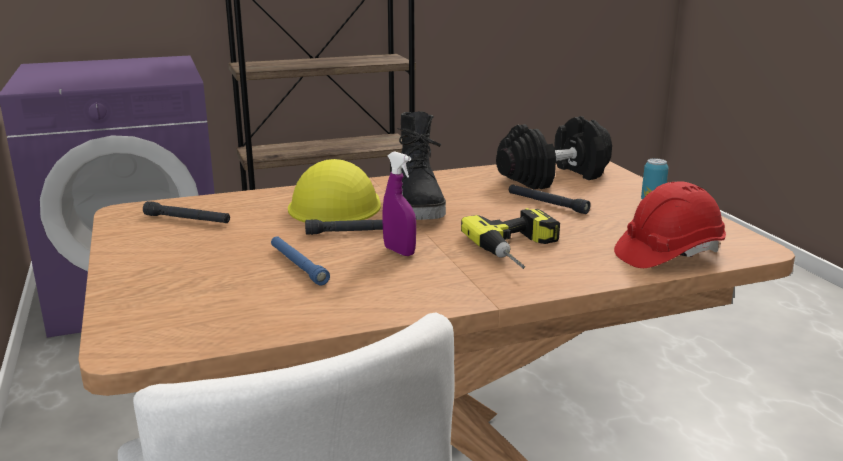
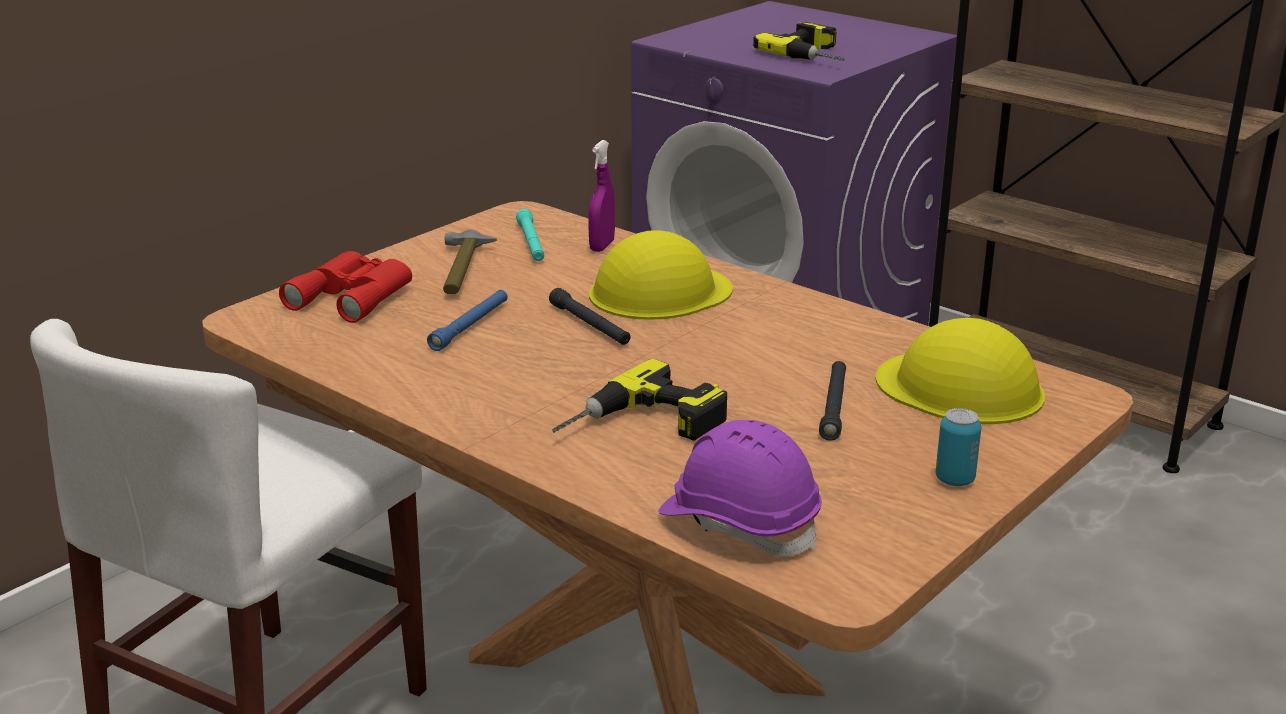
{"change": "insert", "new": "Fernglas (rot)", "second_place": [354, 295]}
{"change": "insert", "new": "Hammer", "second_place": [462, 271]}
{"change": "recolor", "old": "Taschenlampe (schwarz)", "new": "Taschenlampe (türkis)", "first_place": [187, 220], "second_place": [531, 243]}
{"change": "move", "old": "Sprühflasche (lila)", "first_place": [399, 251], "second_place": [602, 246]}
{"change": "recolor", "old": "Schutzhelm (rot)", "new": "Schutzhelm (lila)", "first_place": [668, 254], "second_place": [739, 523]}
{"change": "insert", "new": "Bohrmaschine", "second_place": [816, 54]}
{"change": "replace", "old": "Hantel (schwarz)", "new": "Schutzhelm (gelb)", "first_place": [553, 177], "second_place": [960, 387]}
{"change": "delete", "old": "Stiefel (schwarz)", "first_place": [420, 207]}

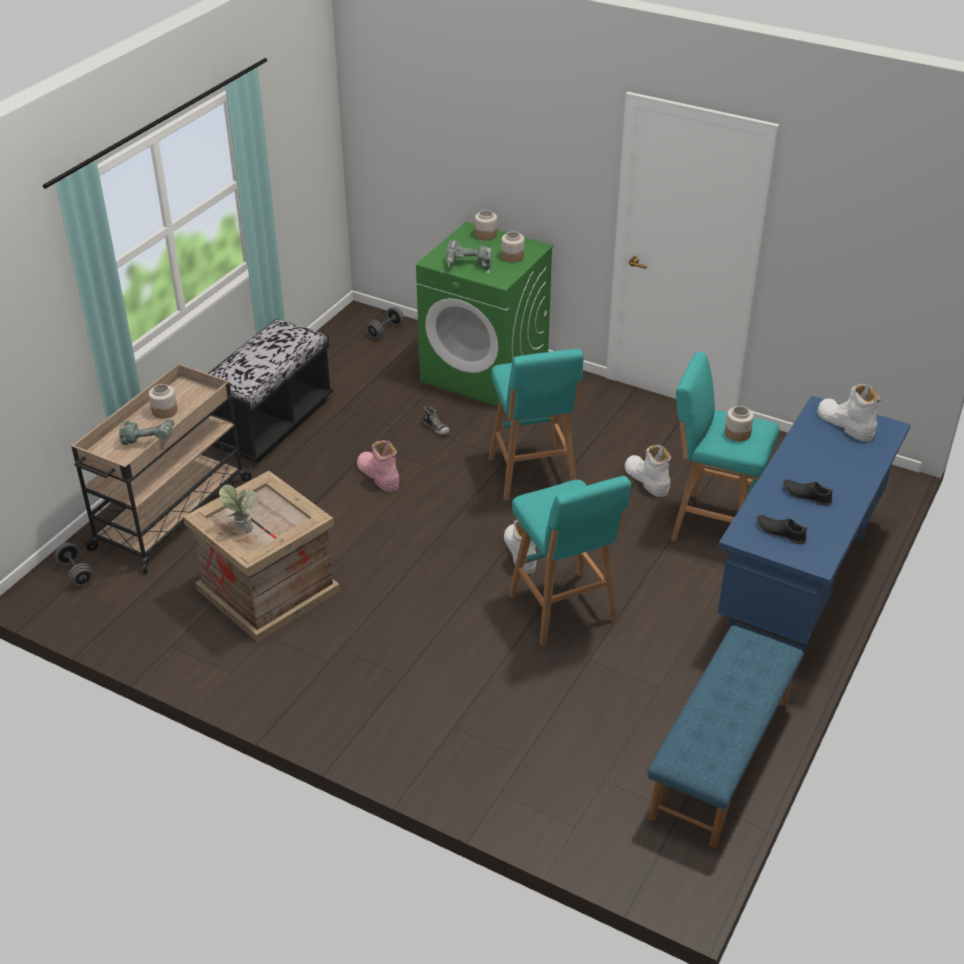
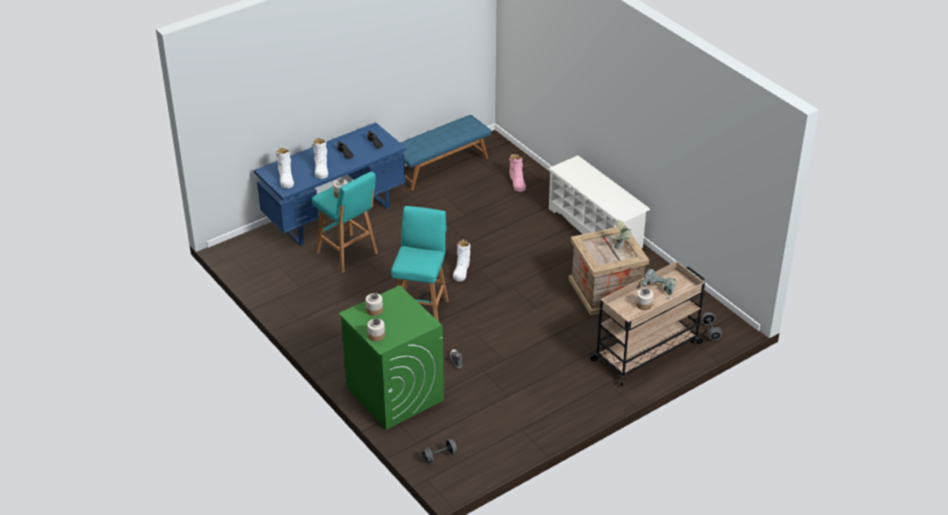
{"change": "move", "old": "Stiefel (weiß)", "first_place": [646, 480], "second_place": [321, 168]}
{"change": "move", "old": "Stiefel (rosa)", "first_place": [378, 476], "second_place": [517, 182]}
{"change": "insert", "new": "Schuhregal (weiß)", "second_place": [595, 228]}
{"change": "delete", "old": "Bank (schwarz)", "first_place": [270, 423]}
{"change": "delete", "old": "Bohrmaschine", "first_place": [468, 266]}
{"change": "delete", "old": "Hocker (türkis)", "first_place": [563, 610]}

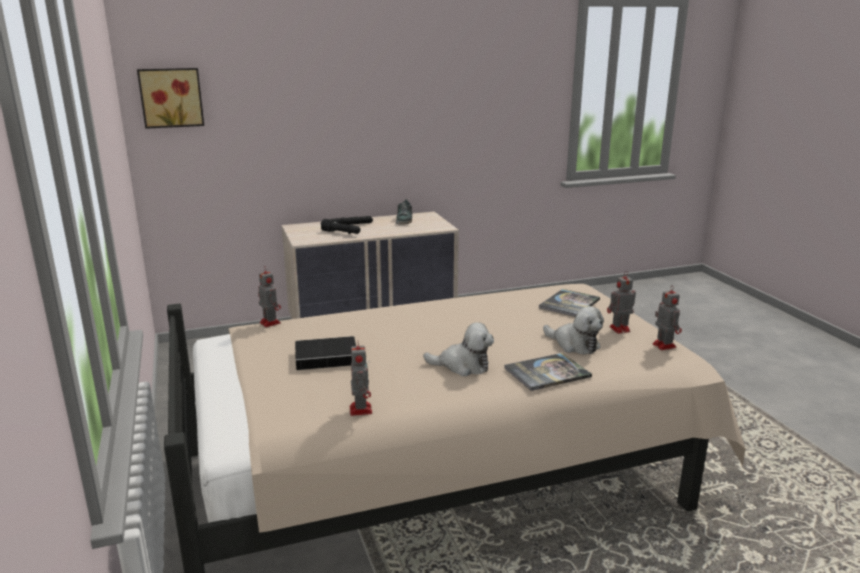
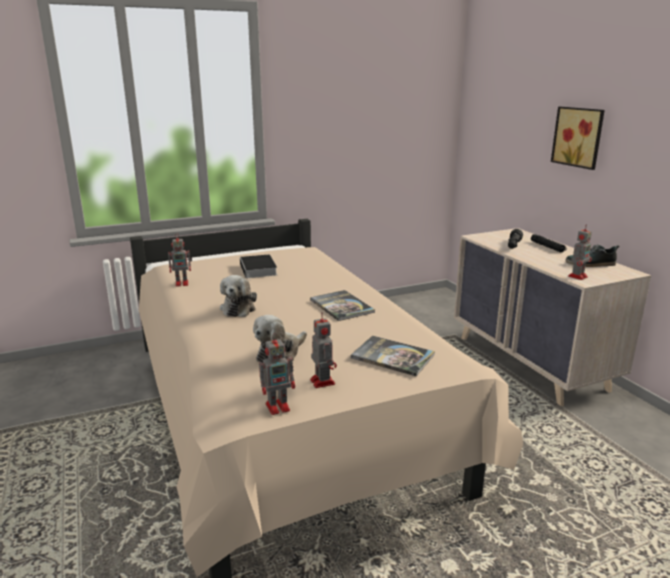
{"change": "move", "old": "Buch", "first_place": [547, 373], "second_place": [341, 306]}
{"change": "move", "old": "Bild", "first_place": [171, 97], "second_place": [579, 137]}
{"change": "move", "old": "Spielzeugroboter", "first_place": [269, 322], "second_place": [578, 276]}

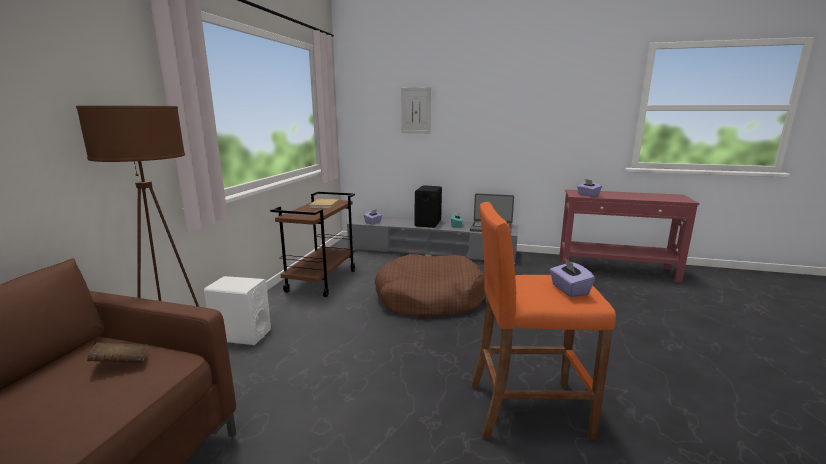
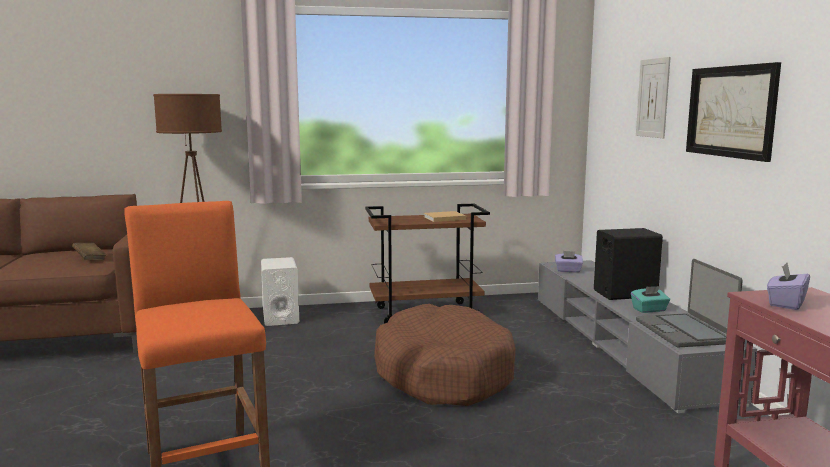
{"change": "insert", "new": "Bild", "second_place": [730, 111]}
{"change": "delete", "old": "Taschentuchbox (lila)", "first_place": [569, 290]}

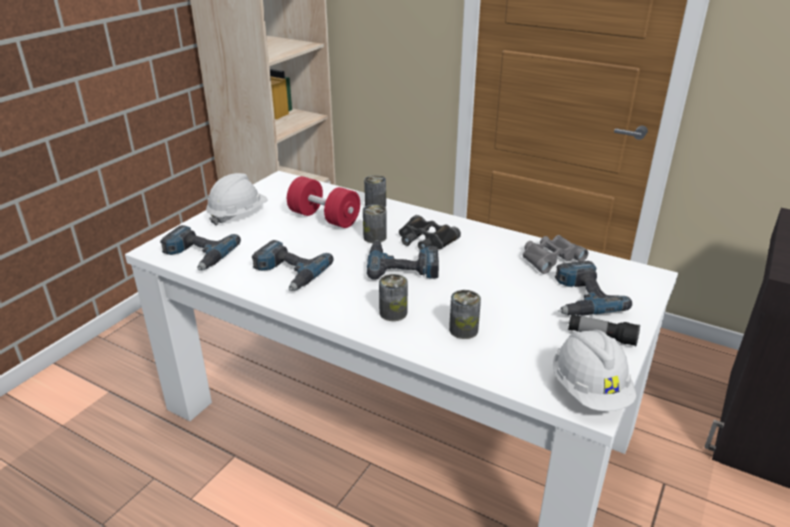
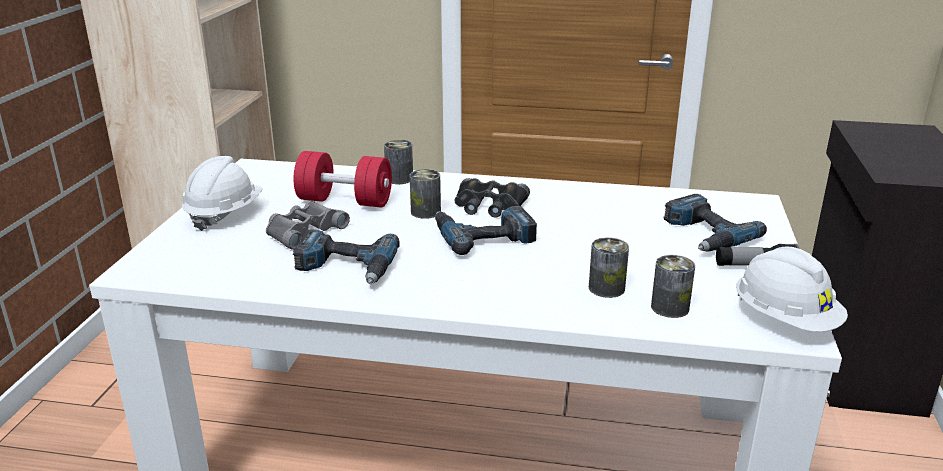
{"change": "move", "old": "Fernglas (grau)", "first_place": [550, 258], "second_place": [303, 231]}
{"change": "move", "old": "Dose", "first_place": [393, 312], "second_place": [670, 307]}
{"change": "delete", "old": "Bohrmaschine", "first_place": [197, 255]}

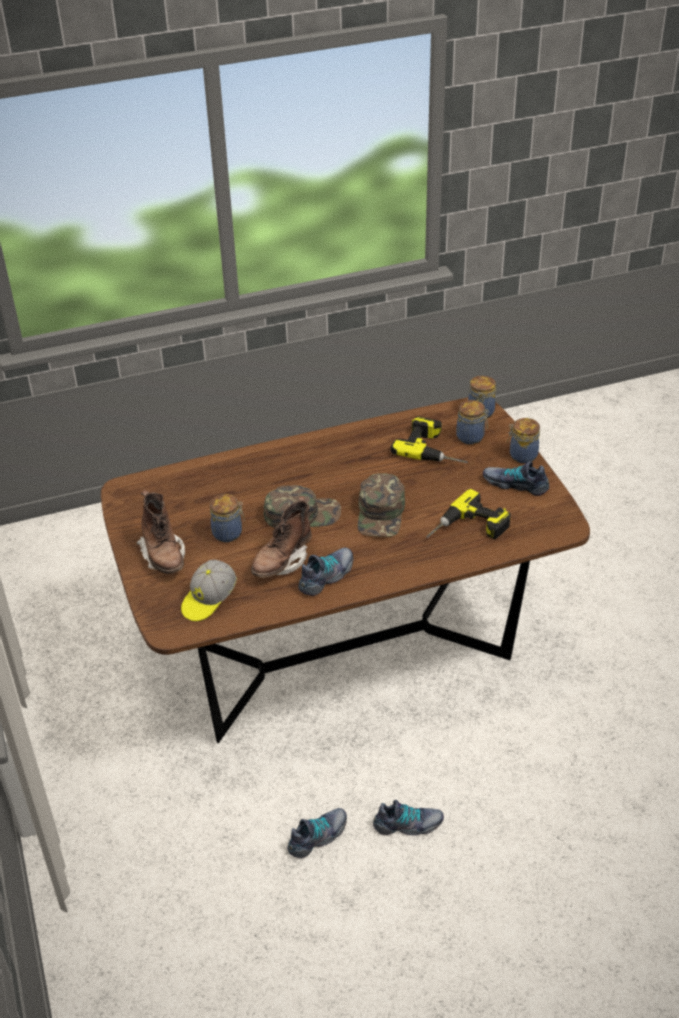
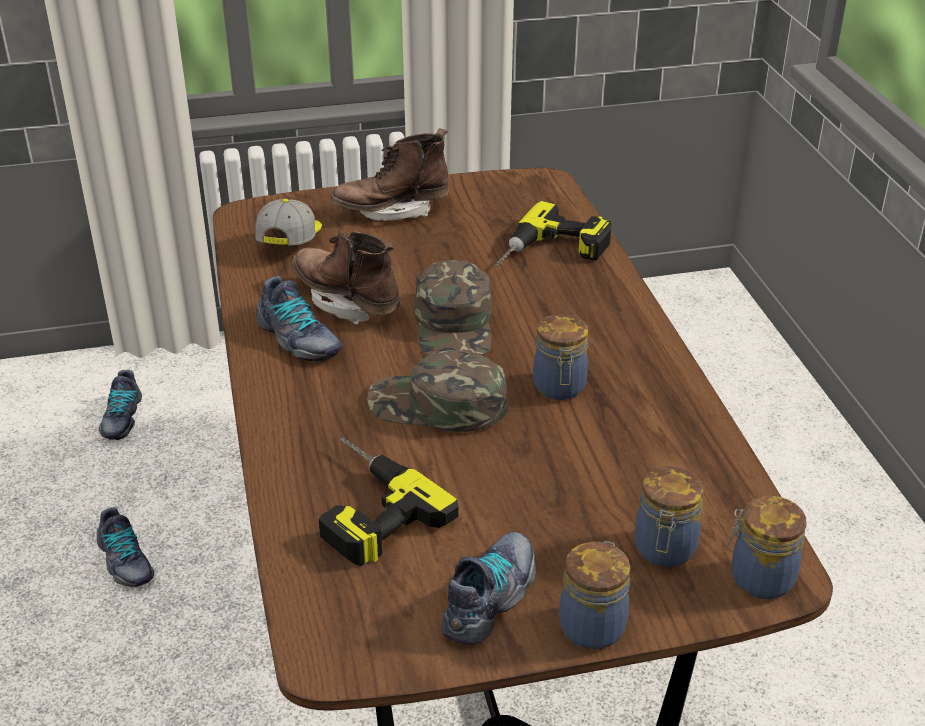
{"change": "move", "old": "Schuh", "first_place": [408, 825], "second_place": [121, 418]}
{"change": "rotate", "old": "Kappe", "first_place": [209, 599], "second_place": [291, 241], "degrees": 60}
{"change": "move", "old": "Bohrmaschine", "first_place": [435, 448], "second_place": [552, 254]}
{"change": "move", "old": "Vorratsglas", "first_place": [229, 533], "second_place": [559, 388]}

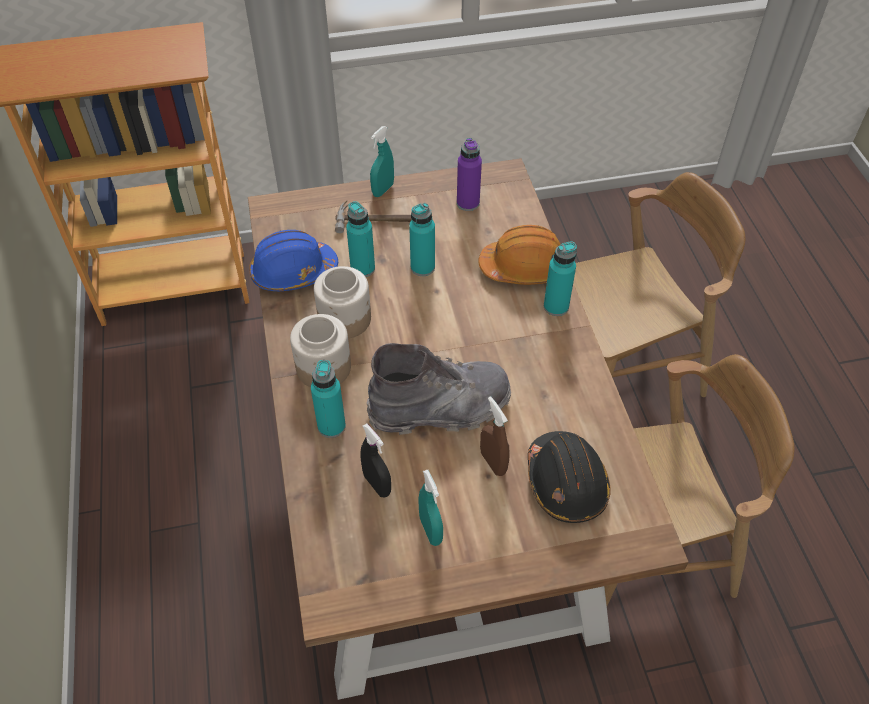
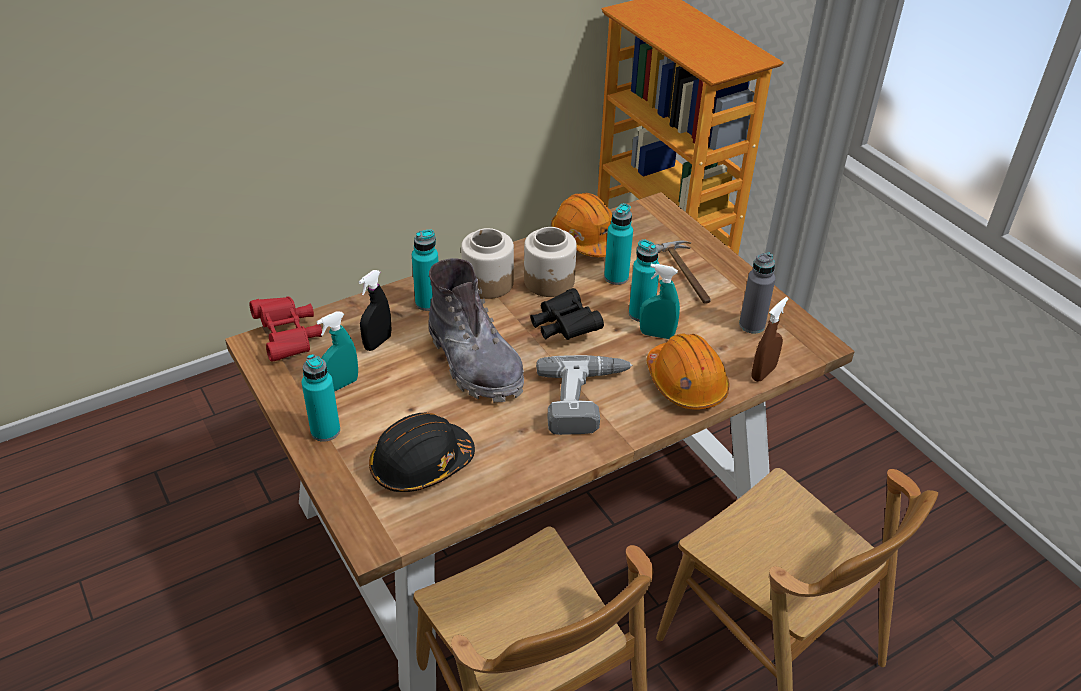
{"change": "insert", "new": "Fernglas (rot)", "second_place": [288, 337]}
{"change": "move", "old": "Flasche (türkis)", "first_place": [556, 306], "second_place": [325, 431]}
{"change": "insert", "new": "Fernglas (schwarz)", "second_place": [564, 327]}
{"change": "insert", "new": "Bohrmaschine", "second_place": [586, 400]}
{"change": "recolor", "old": "Schutzhelm (blau)", "new": "Schutzhelm (orange)", "first_place": [293, 272], "second_place": [586, 239]}
{"change": "move", "old": "Sprühflasche (türkis)", "first_place": [383, 190], "second_place": [656, 334]}
{"change": "recolor", "old": "Flasche (lila)", "new": "Flasche (grau)", "first_place": [468, 203], "second_place": [752, 325]}
{"change": "move", "old": "Sprühflasche (braun)", "first_place": [493, 462], "second_place": [763, 373]}

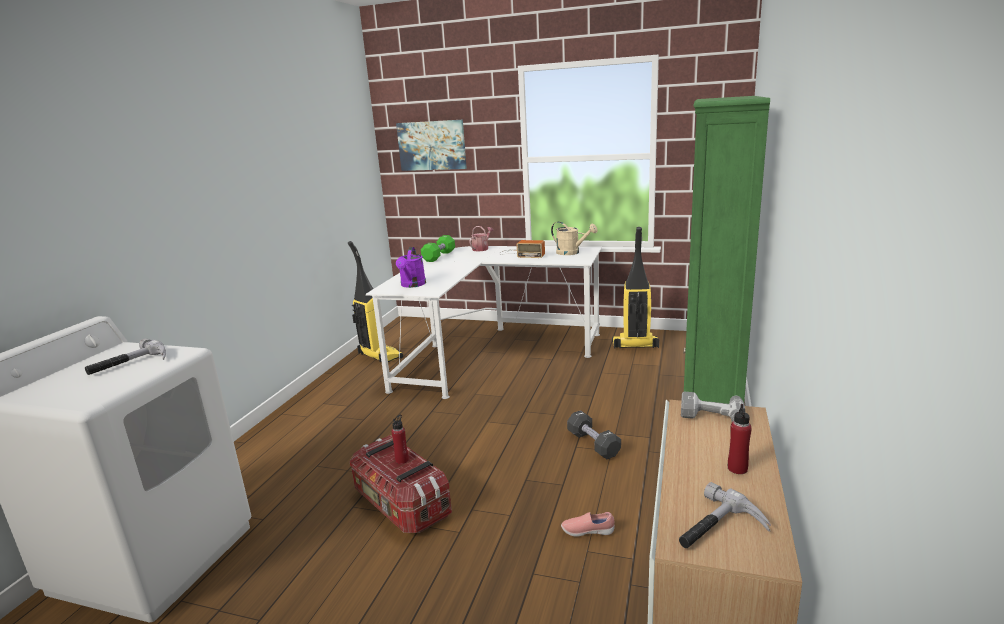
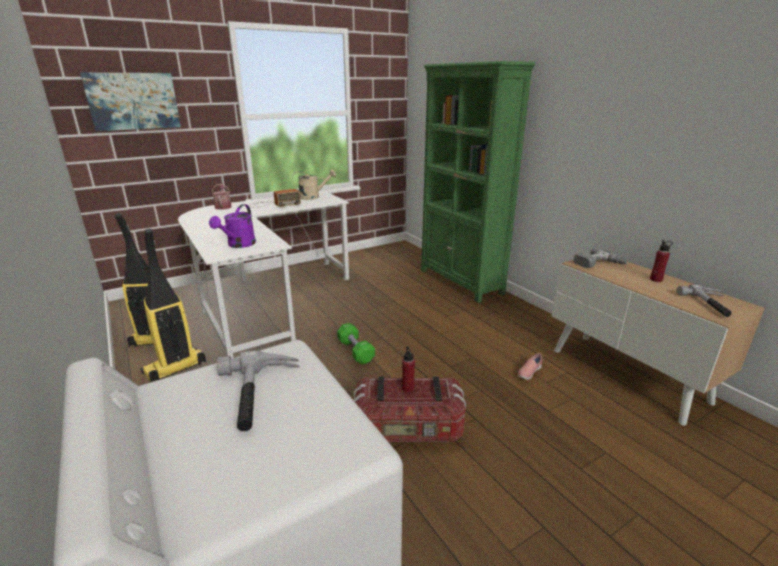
{"change": "move", "old": "Staubsauger", "first_place": [634, 345], "second_place": [175, 368]}
{"change": "rotate", "old": "Gießkanne (lila)", "first_place": [412, 285], "second_place": [239, 245], "degrees": 60}
{"change": "move", "old": "Hantel (grün)", "first_place": [439, 256], "second_place": [355, 351]}
{"change": "delete", "old": "Hantel (schwarz)", "first_place": [593, 444]}

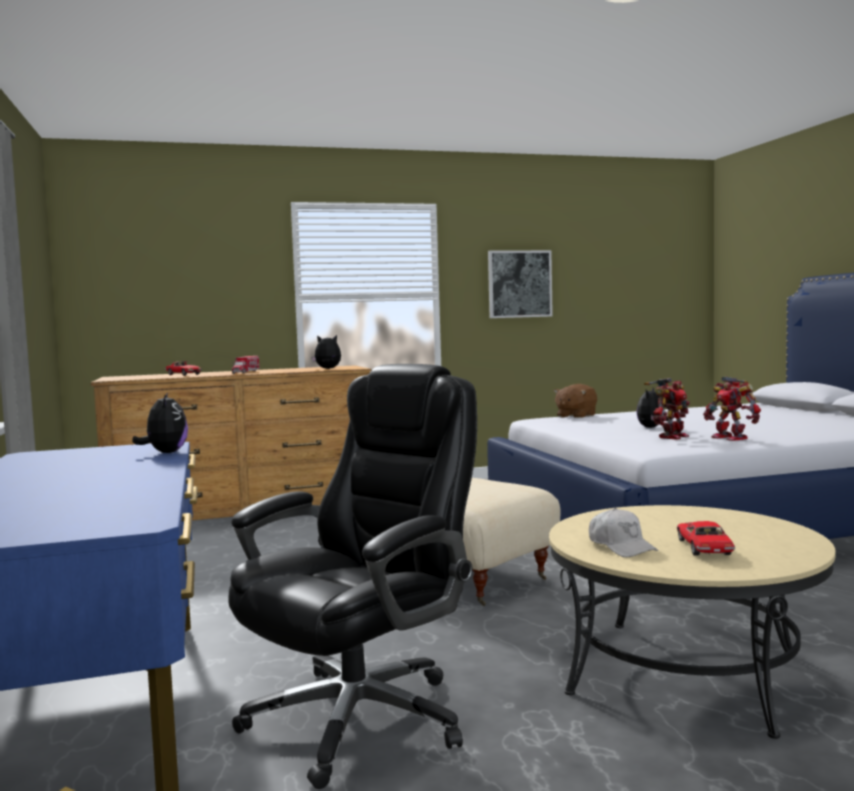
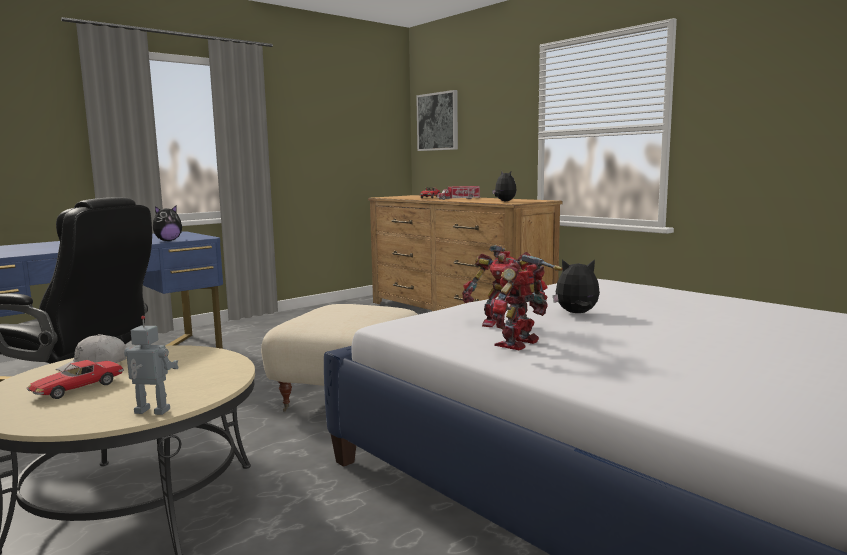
{"change": "rotate", "old": "Spielzeugauto", "first_place": [703, 547], "second_place": [77, 388], "degrees": 150}
{"change": "insert", "new": "Spielzeugroboter", "second_place": [151, 412]}
{"change": "move", "old": "Bild", "first_place": [519, 284], "second_place": [438, 121]}
{"change": "delete", "old": "Plüschtier (braun)", "first_place": [575, 416]}

